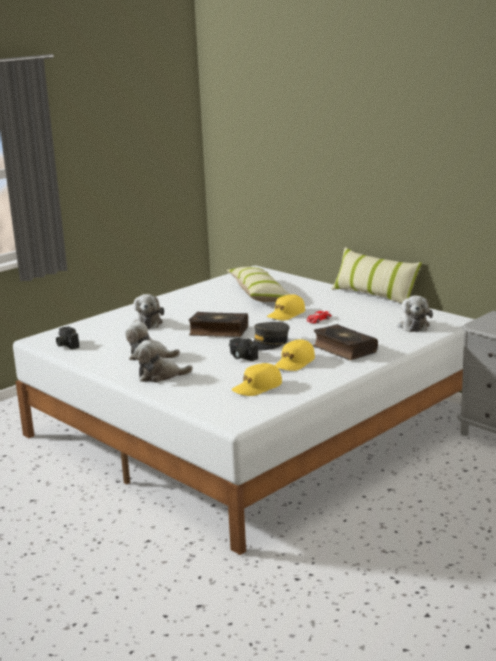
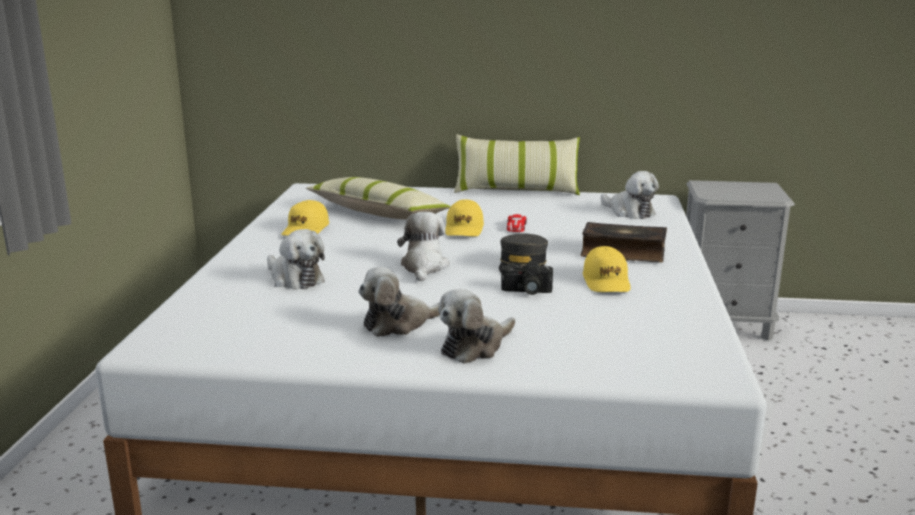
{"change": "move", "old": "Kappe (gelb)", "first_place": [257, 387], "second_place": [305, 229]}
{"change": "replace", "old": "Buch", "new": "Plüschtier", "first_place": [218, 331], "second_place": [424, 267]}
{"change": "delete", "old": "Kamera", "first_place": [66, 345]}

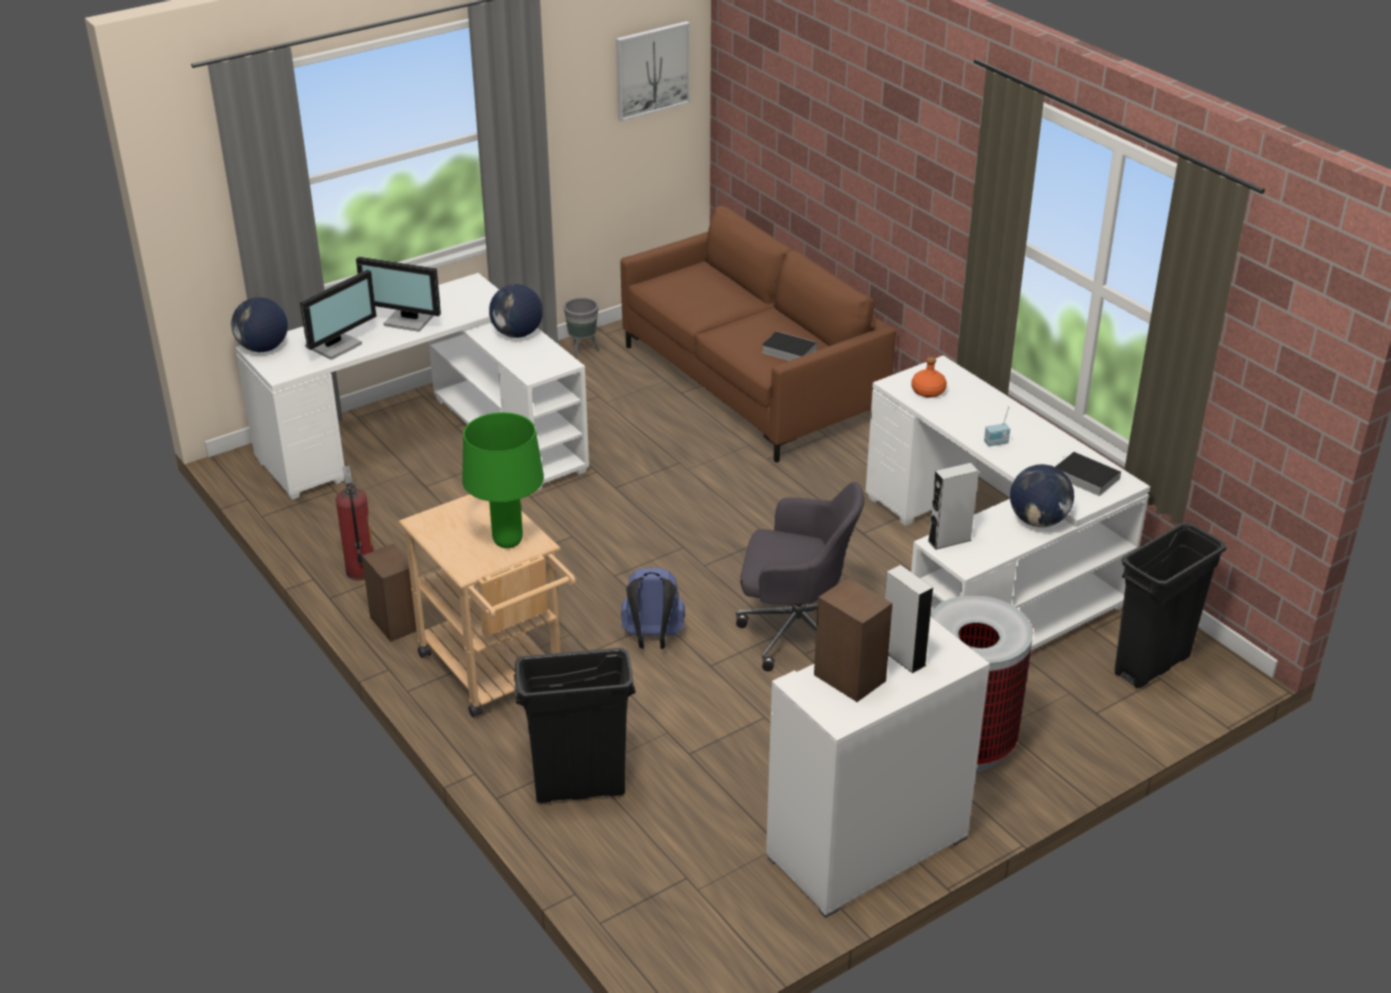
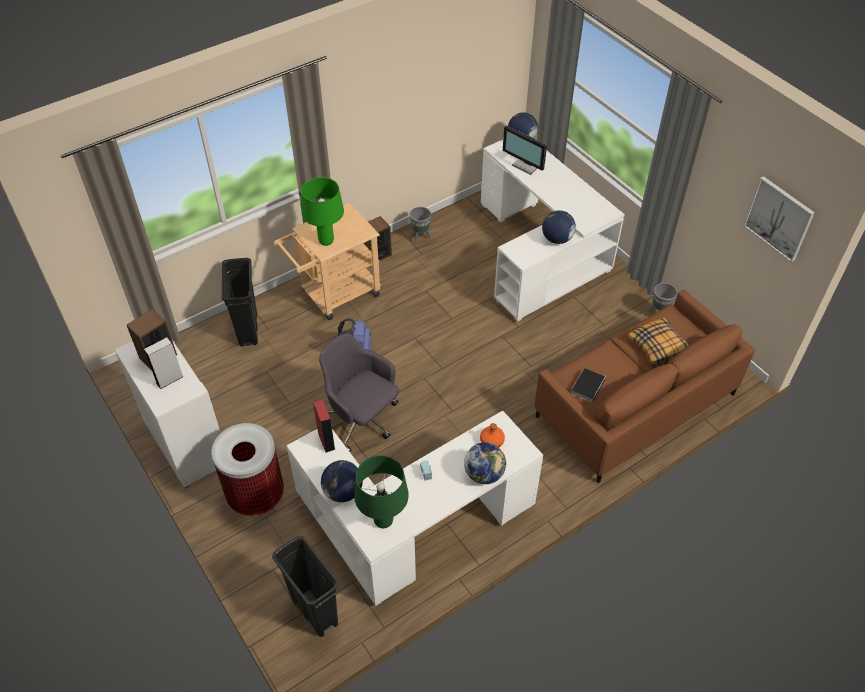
{"change": "recolor", "old": "Lautsprecher (grau)", "new": "Lautsprecher (rot)", "first_place": [949, 540], "second_place": [326, 441]}
{"change": "rotate", "old": "Bürostuhl (grau)", "first_place": [796, 630], "second_place": [362, 420], "degrees": 120}
{"change": "replace", "old": "Buch", "new": "Tischlampe (grün)", "first_place": [1084, 477], "second_place": [383, 521]}
{"change": "replace", "old": "Feuerlöscher", "new": "Pflanzkübel (grau)", "first_place": [360, 571], "second_place": [420, 237]}
{"change": "insert", "new": "Globus", "second_place": [484, 474]}
{"change": "insert", "new": "Kissen", "second_place": [657, 346]}
{"change": "delete", "old": "Monitor", "first_place": [409, 320]}

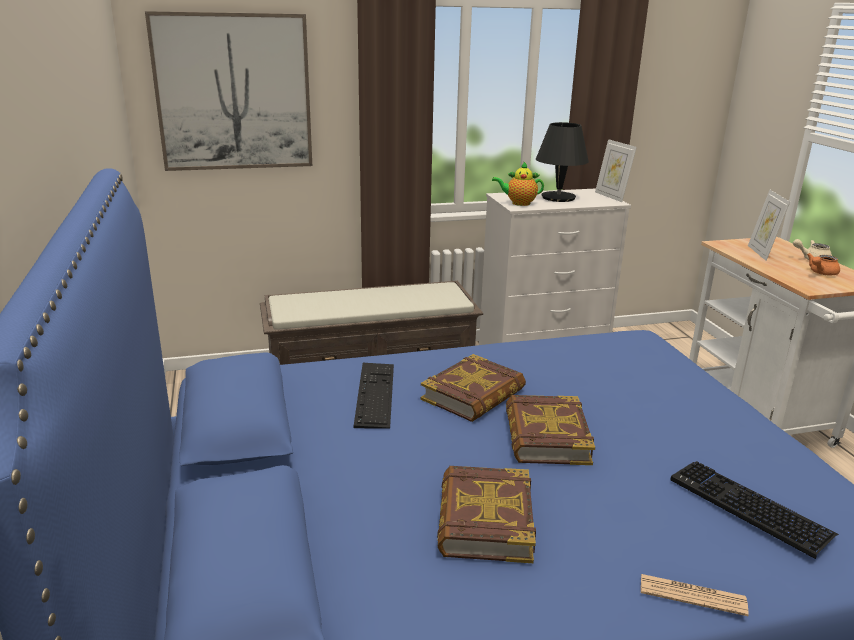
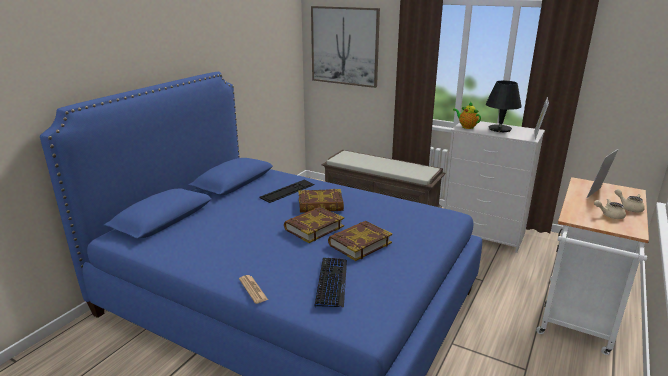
{"change": "move", "old": "Buch", "first_place": [484, 520], "second_place": [359, 244]}
{"change": "recolor", "old": "Teekanne (orange)", "new": "Teekanne (beige)", "first_place": [820, 273], "second_place": [609, 215]}

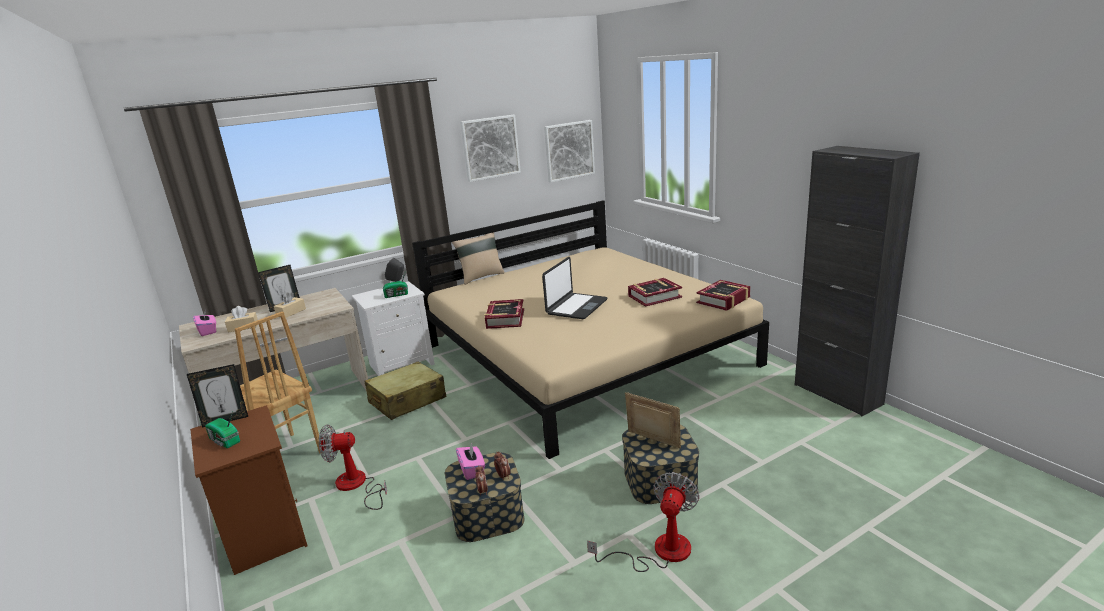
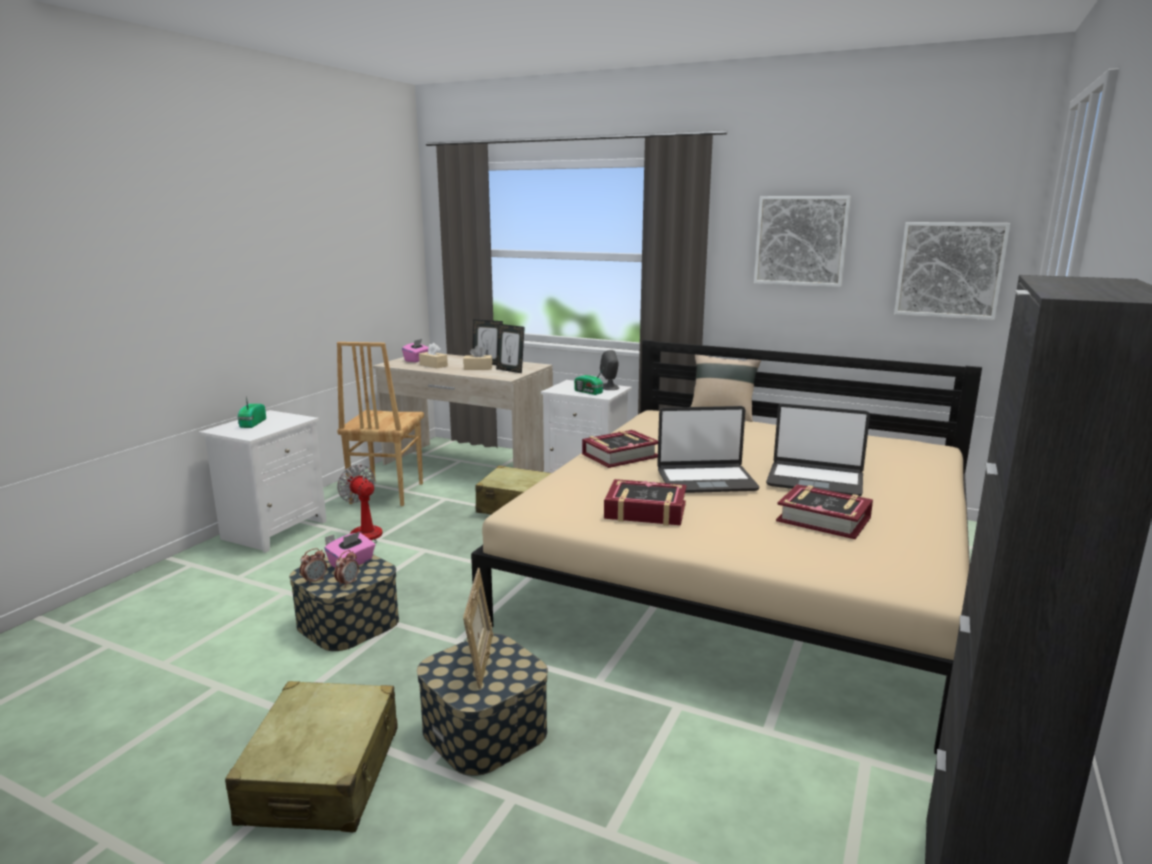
{"change": "recolor", "old": "Nachttisch (braun)", "new": "Nachttisch (weiß)", "first_place": [263, 534], "second_place": [274, 529]}
{"change": "replace", "old": "Ventilator", "new": "Koffer (beige)", "first_place": [659, 551], "second_place": [322, 775]}
{"change": "move", "old": "Bilderrahmen", "first_place": [226, 420], "second_place": [510, 370]}
{"change": "move", "old": "Buch", "first_place": [723, 300], "second_place": [645, 511]}
{"change": "insert", "new": "Laptop", "second_place": [815, 480]}

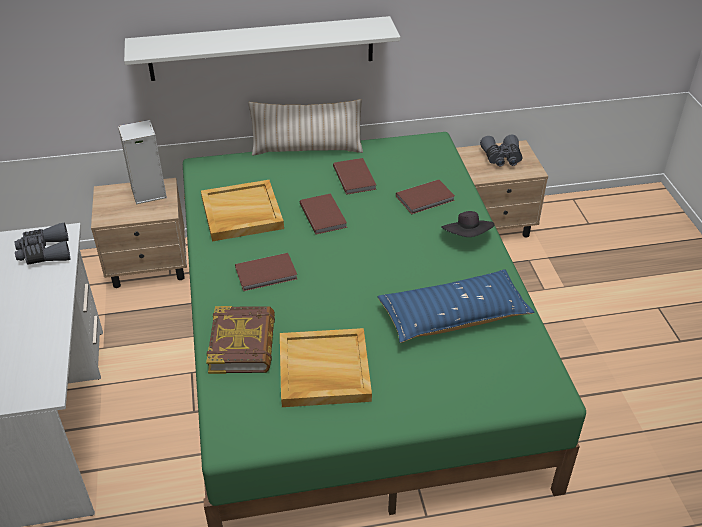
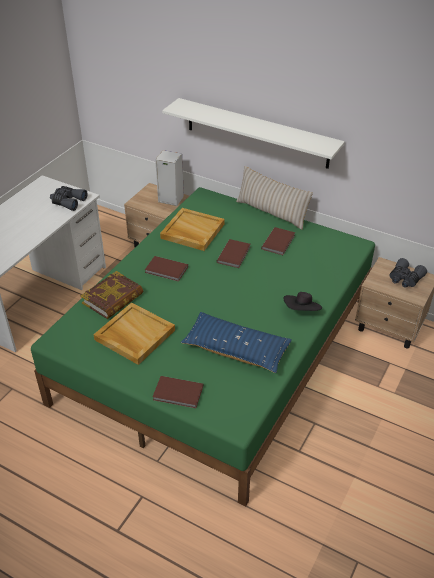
{"change": "move", "old": "Buch (braun)", "first_place": [426, 199], "second_place": [178, 394]}

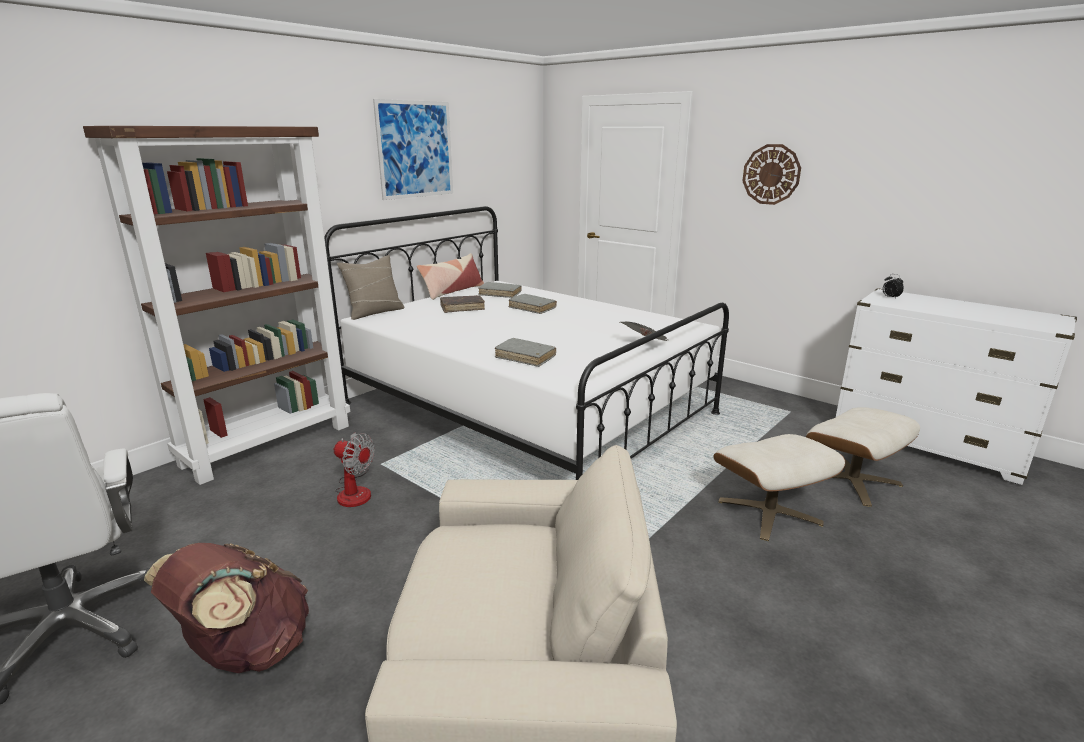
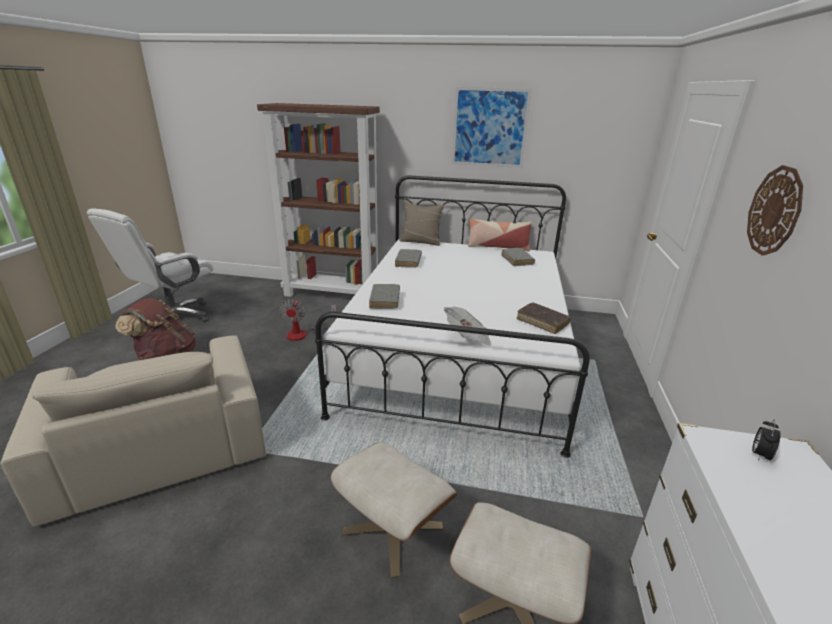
{"change": "move", "old": "Buch (grau)", "first_place": [532, 308], "second_place": [408, 262]}
{"change": "move", "old": "Buch (braun)", "first_place": [462, 308], "second_place": [542, 322]}

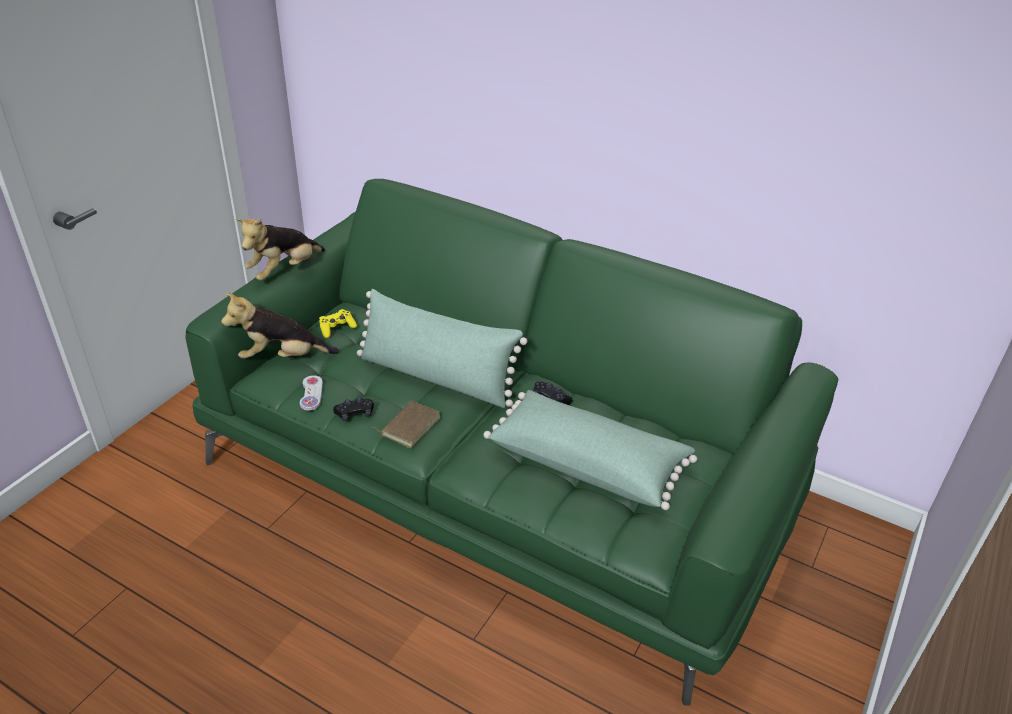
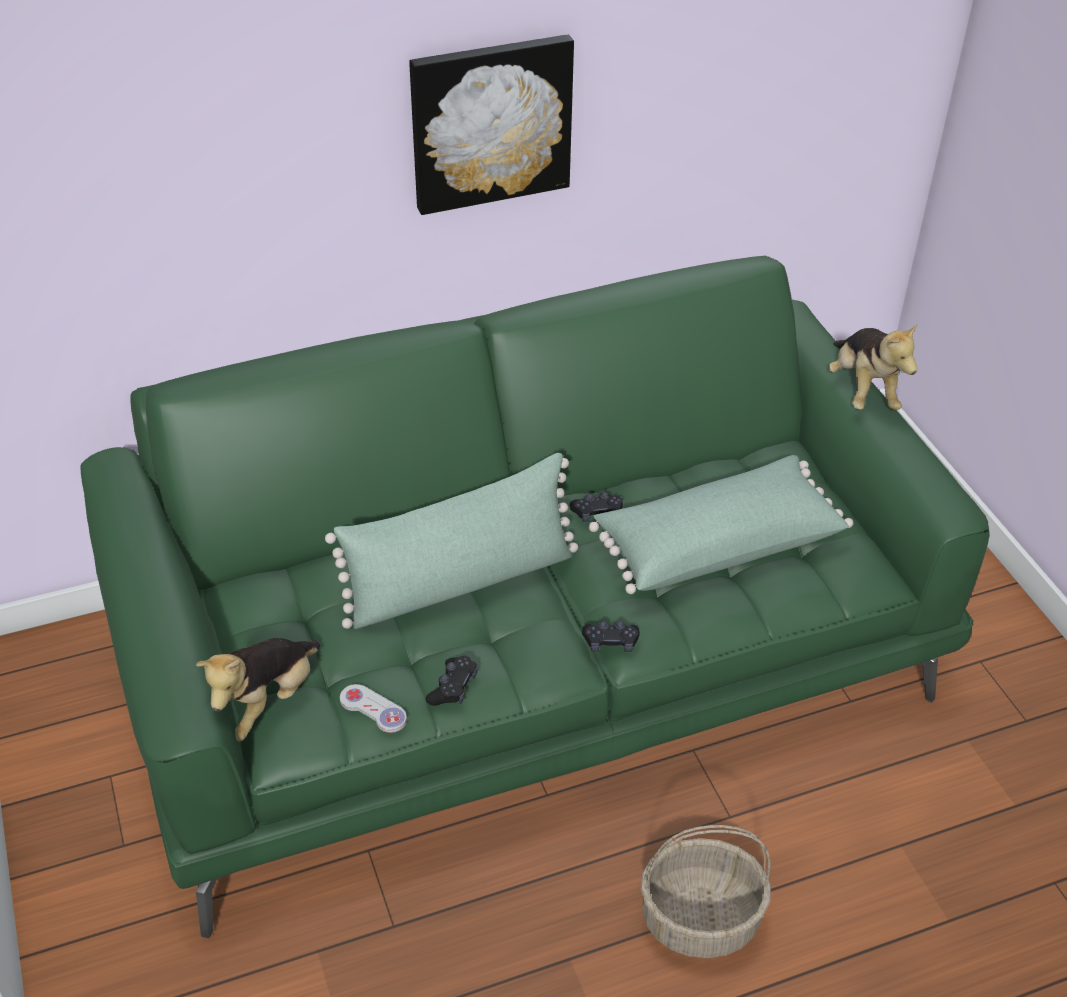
{"change": "insert", "new": "Bild", "second_place": [490, 122]}
{"change": "insert", "new": "Gamepad (schwarz)", "second_place": [610, 642]}
{"change": "insert", "new": "Korb", "second_place": [701, 918]}
{"change": "move", "old": "Plüschtier", "first_place": [284, 271], "second_place": [863, 390]}
{"change": "delete", "old": "Gamepad (gelb)", "first_place": [337, 328]}
{"change": "delete", "old": "Buch (braun)", "first_place": [409, 426]}

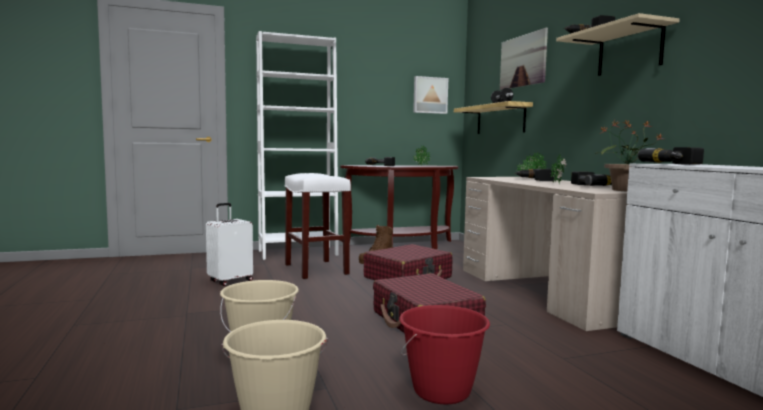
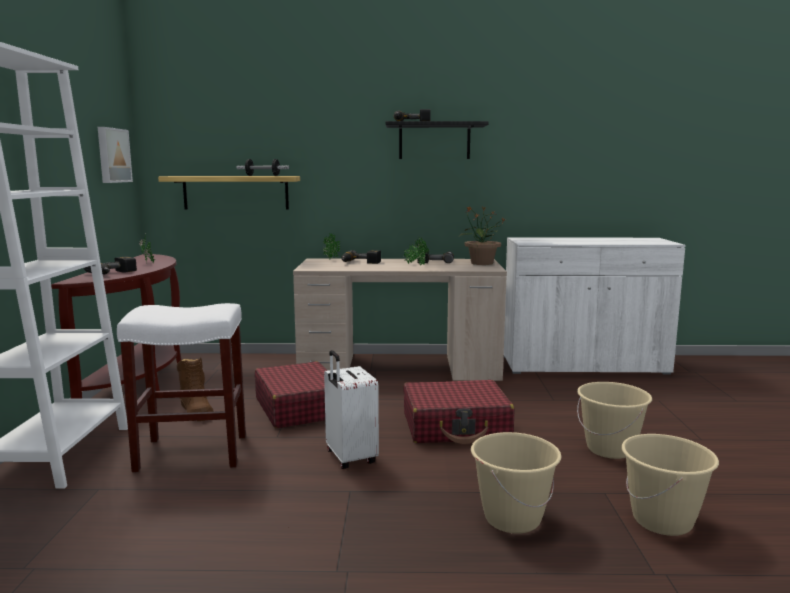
{"change": "move", "old": "Koffer (weiß)", "first_place": [230, 281], "second_place": [349, 458]}
{"change": "recolor", "old": "Wandregal (beige)", "new": "Wandregal (schwarz)", "first_place": [629, 51], "second_place": [434, 141]}
{"change": "recolor", "old": "Eimer (rot)", "new": "Eimer (beige)", "first_place": [442, 391], "second_place": [610, 449]}
{"change": "delete", "old": "Bild", "first_place": [523, 61]}
{"change": "delete", "old": "Bohrmaschine", "first_place": [675, 164]}

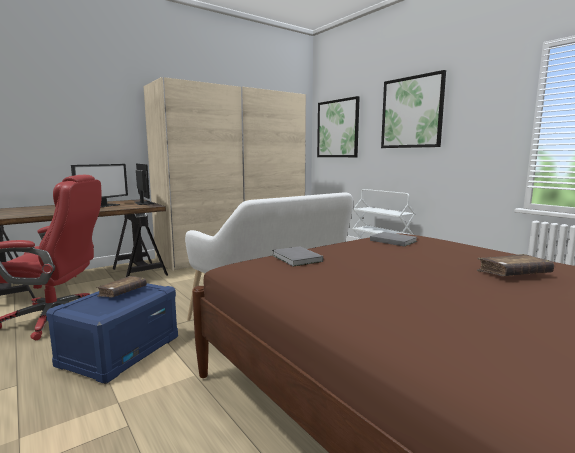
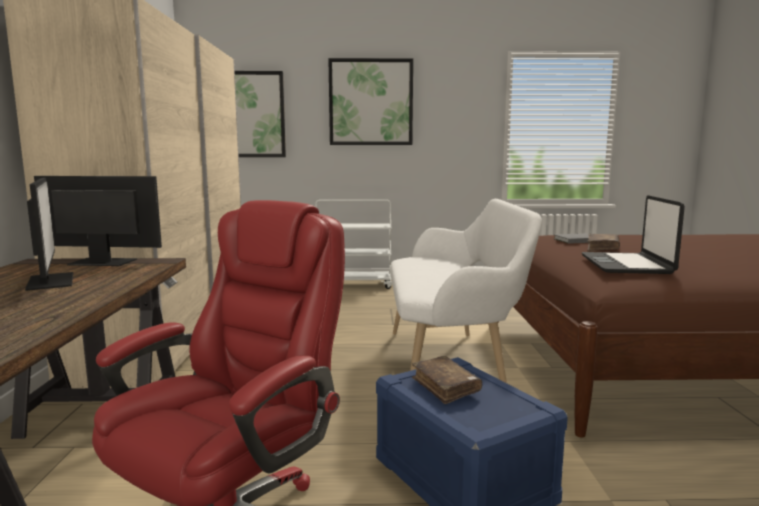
{"change": "replace", "old": "Buch (grau)", "new": "Laptop", "first_place": [296, 259], "second_place": [627, 264]}
{"change": "move", "old": "Buch (braun)", "first_place": [513, 274], "second_place": [602, 248]}

